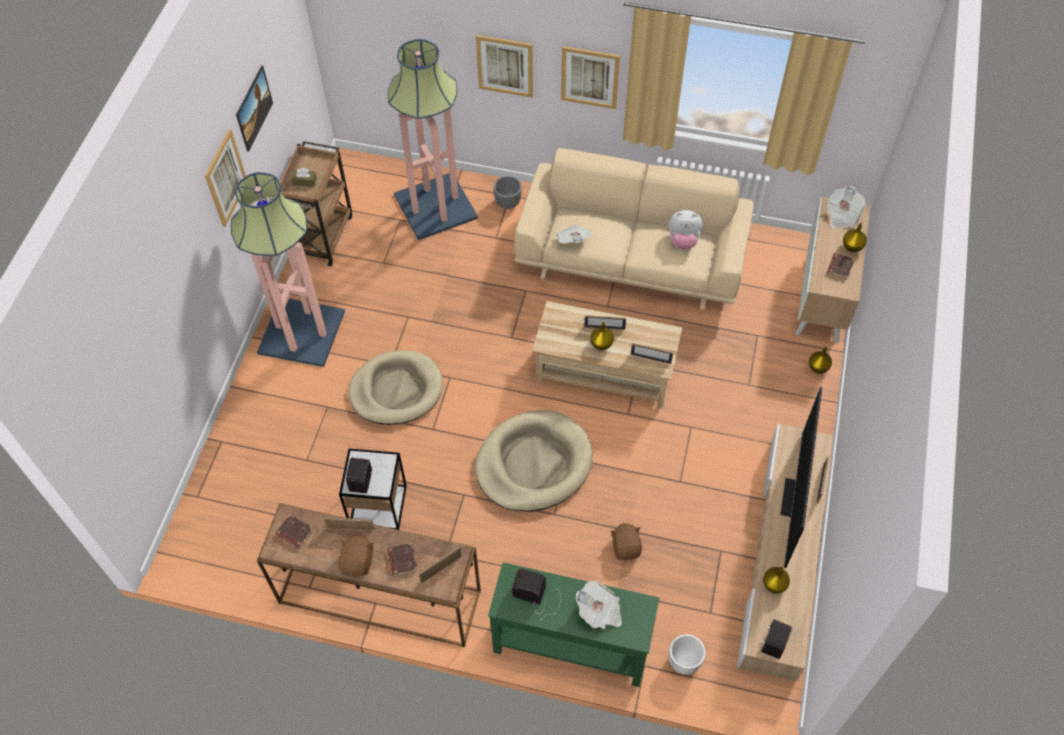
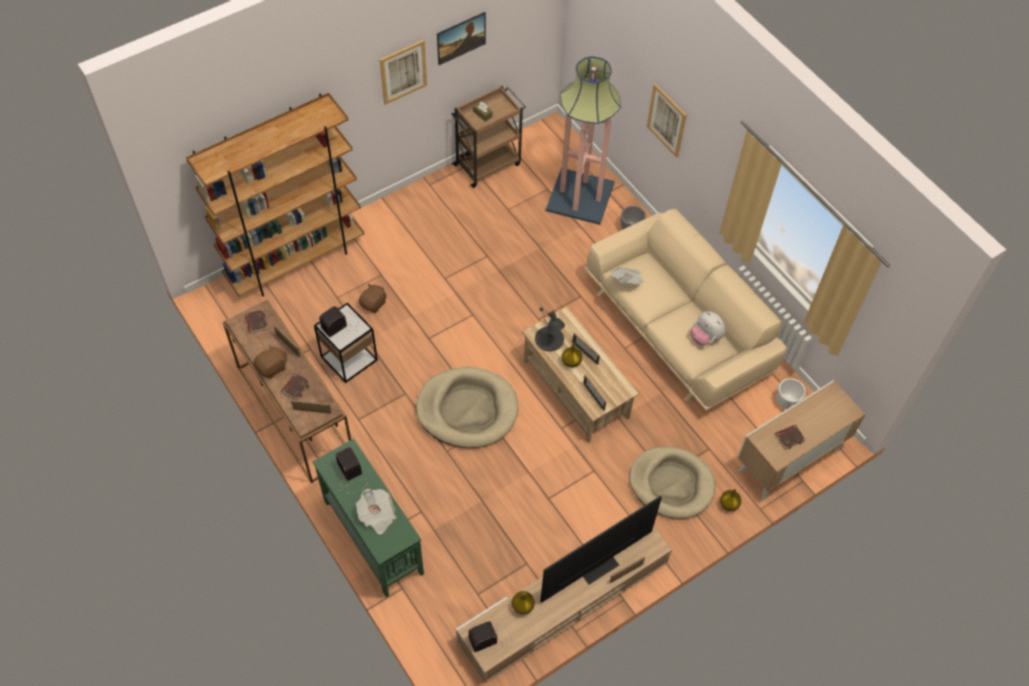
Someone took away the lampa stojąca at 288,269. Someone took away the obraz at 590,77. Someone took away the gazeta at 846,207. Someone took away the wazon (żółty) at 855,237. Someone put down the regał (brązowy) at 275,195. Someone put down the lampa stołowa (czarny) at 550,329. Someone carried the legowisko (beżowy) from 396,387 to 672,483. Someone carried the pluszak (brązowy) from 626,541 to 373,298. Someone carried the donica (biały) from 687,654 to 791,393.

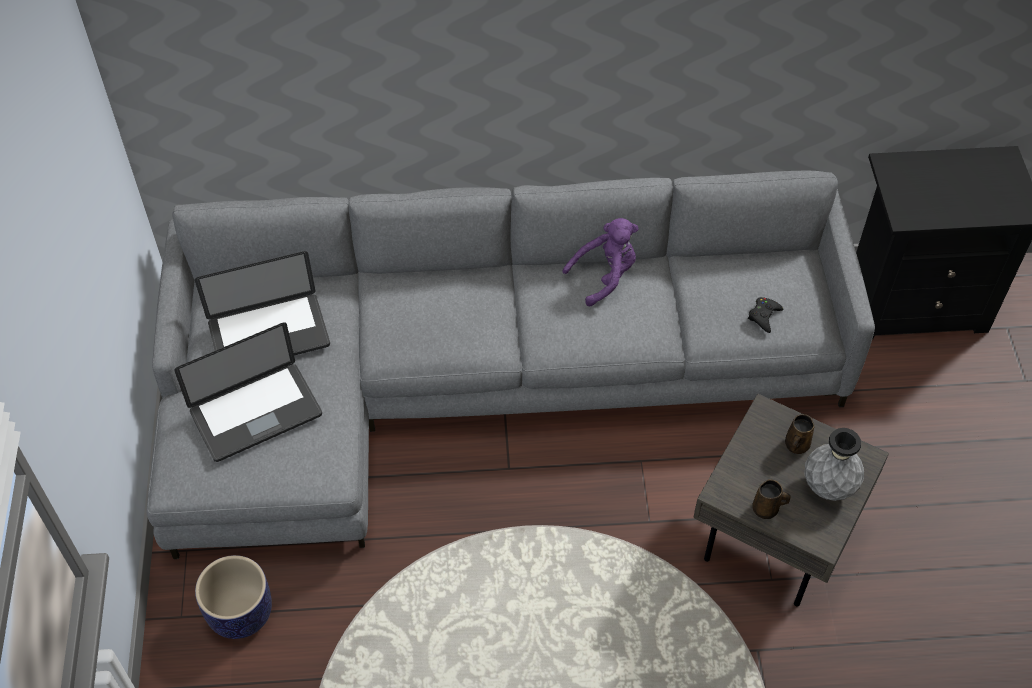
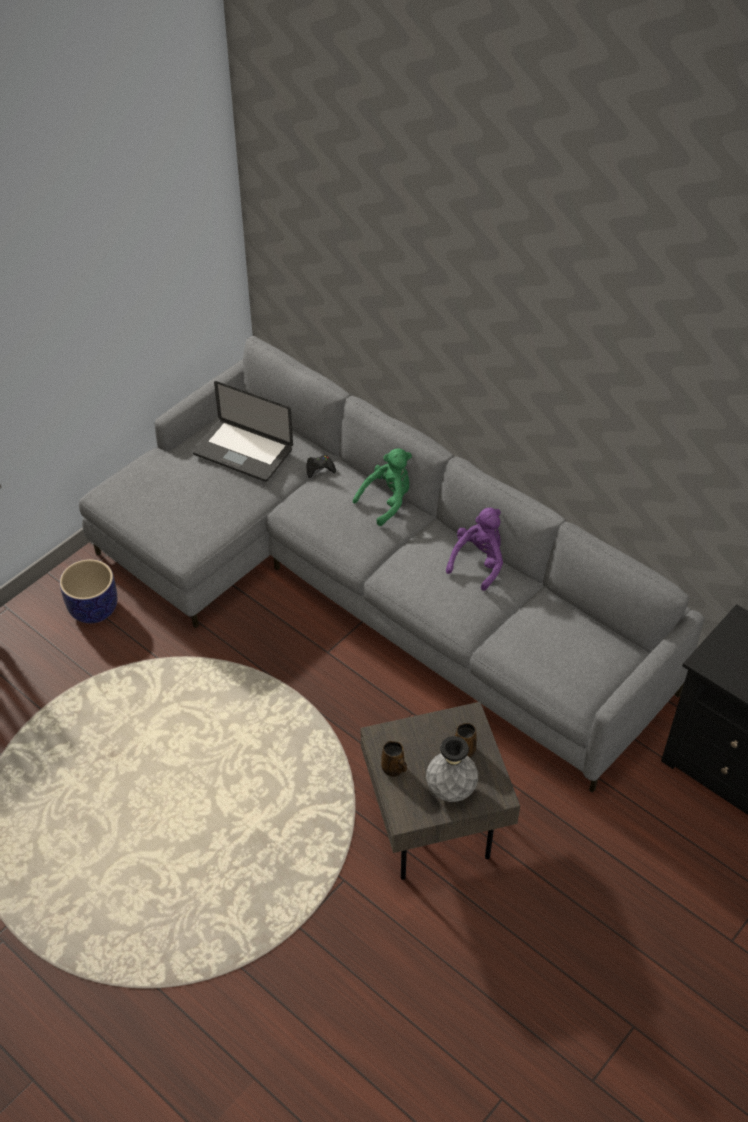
Someone took away the laptop at 248,392. Someone put down the pluszak (zielony) at 382,487. Someone carried the pad do gier (czarny) from 765,315 to 321,466. Someone rotated the pluszak (fioletowy) at 601,262 by 75 degrees counterclockwise.

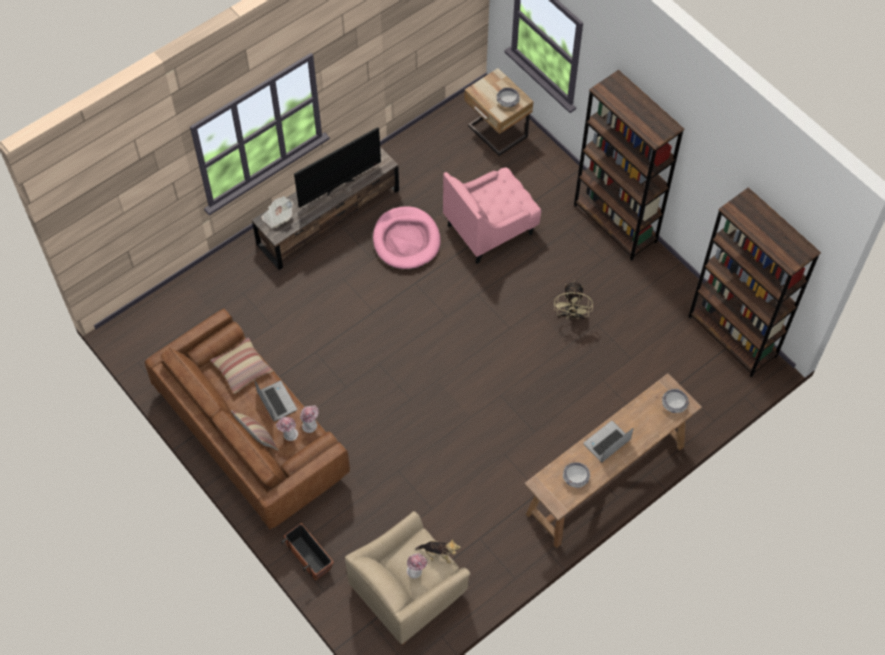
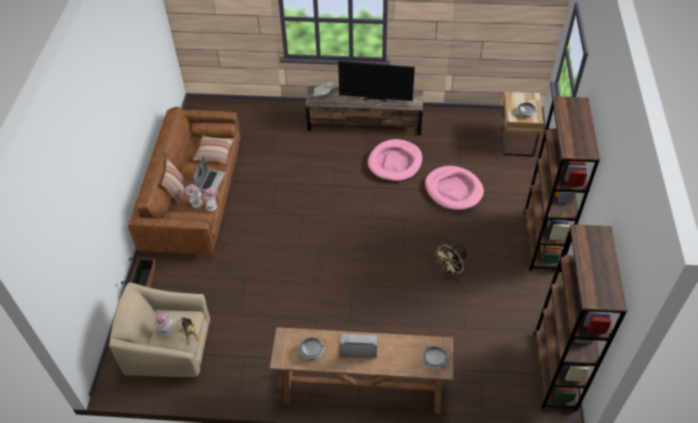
Someone swapped the fotel (różowy) at 492,215 for the legowisko (różowy) at 454,188.

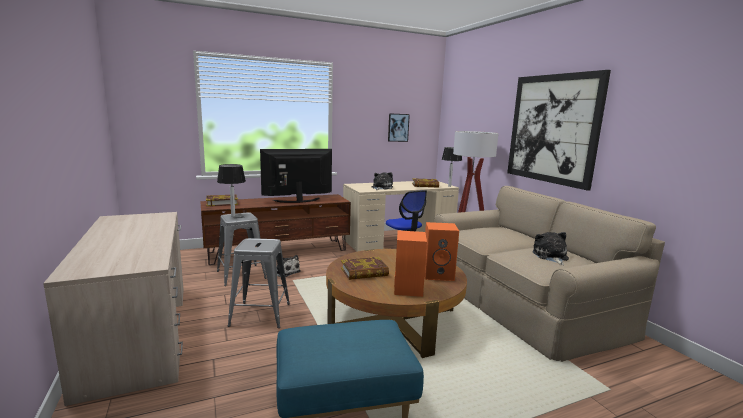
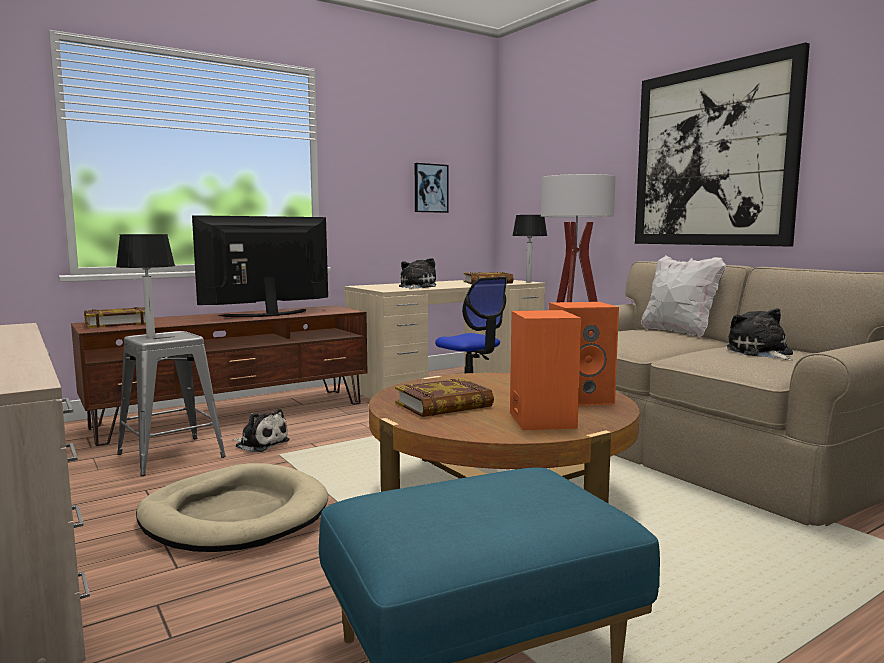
Someone put down the poduszka (biały) at 683,296. Someone swapped the stołek (szary) at 259,283 for the legowisko (beżowy) at 232,507.

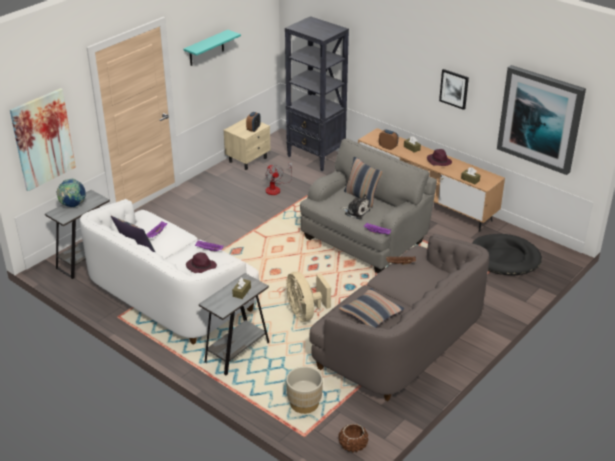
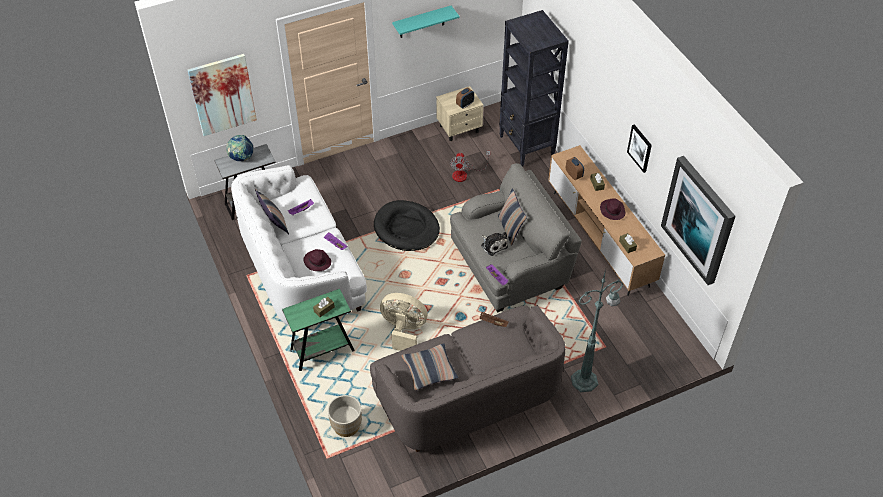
Someone took away the donica (brązowy) at 353,438. Someone put down the lampa stojąca (zielony) at 597,330. Someone carried the legowisko (czarny) from 507,254 to 407,225. Someone repainted the stolik (szary) at 234,324, which became the stolik (zielony) at 318,330. Someone rotated the wentylator (beżowy) at 308,297 by 105 degrees clockwise.

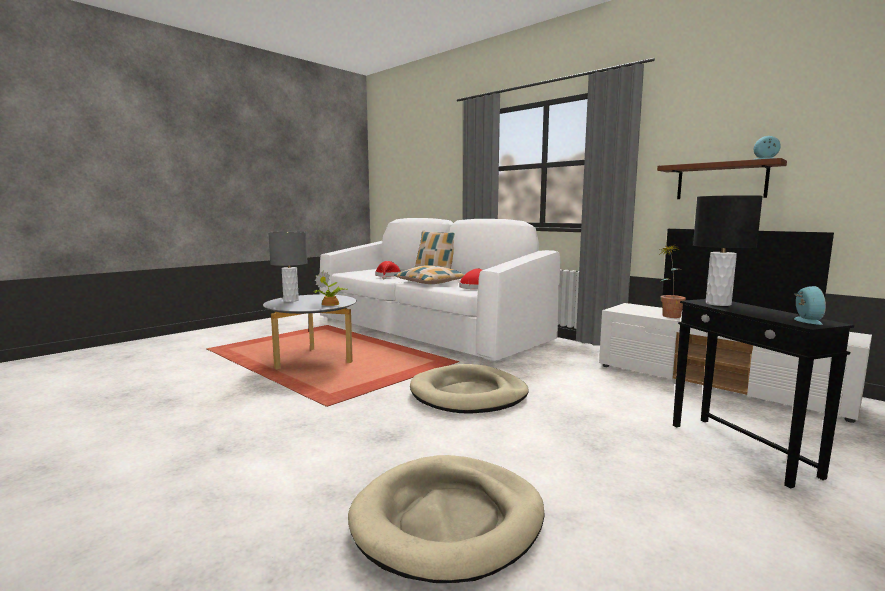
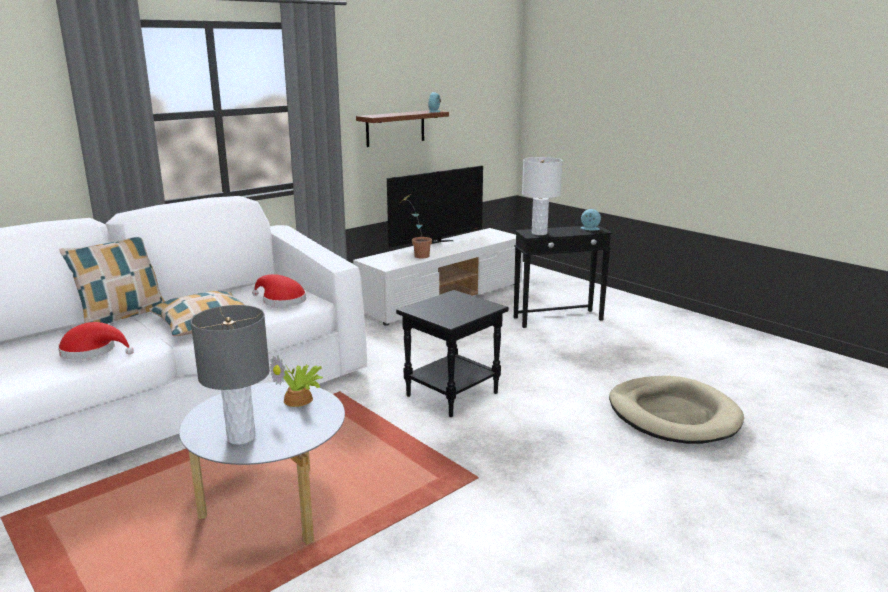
Someone swapped the legowisko (beżowy) at 469,389 for the stolik (czarny) at 452,353. Someone repainted the lampa stołowa (czarny) at 728,250, which became the lampa stołowa (biały) at 542,196.

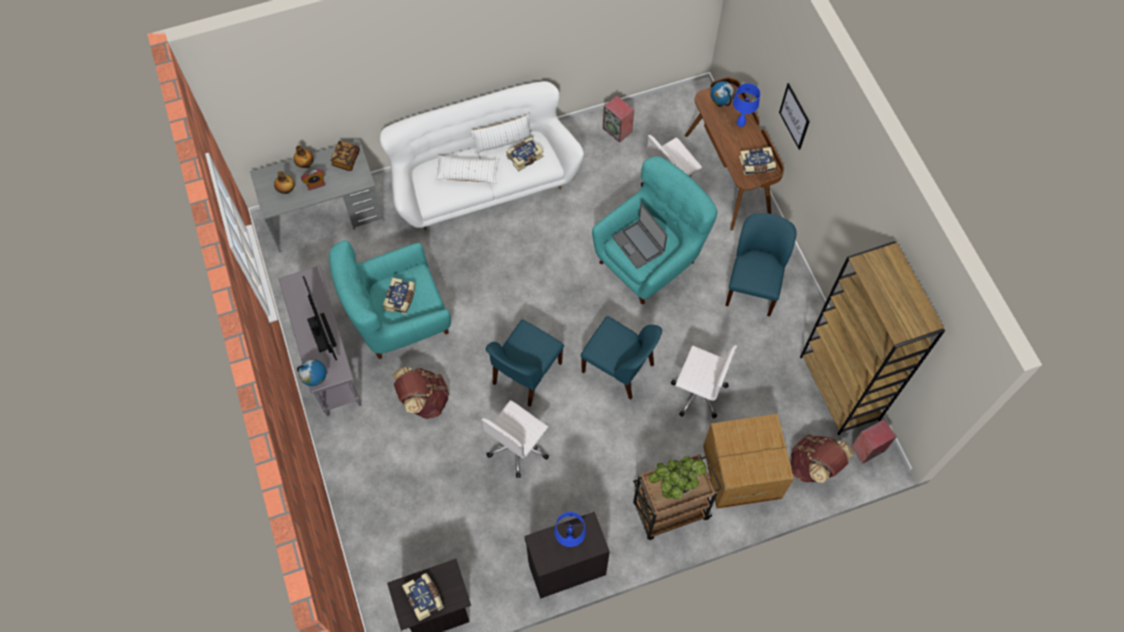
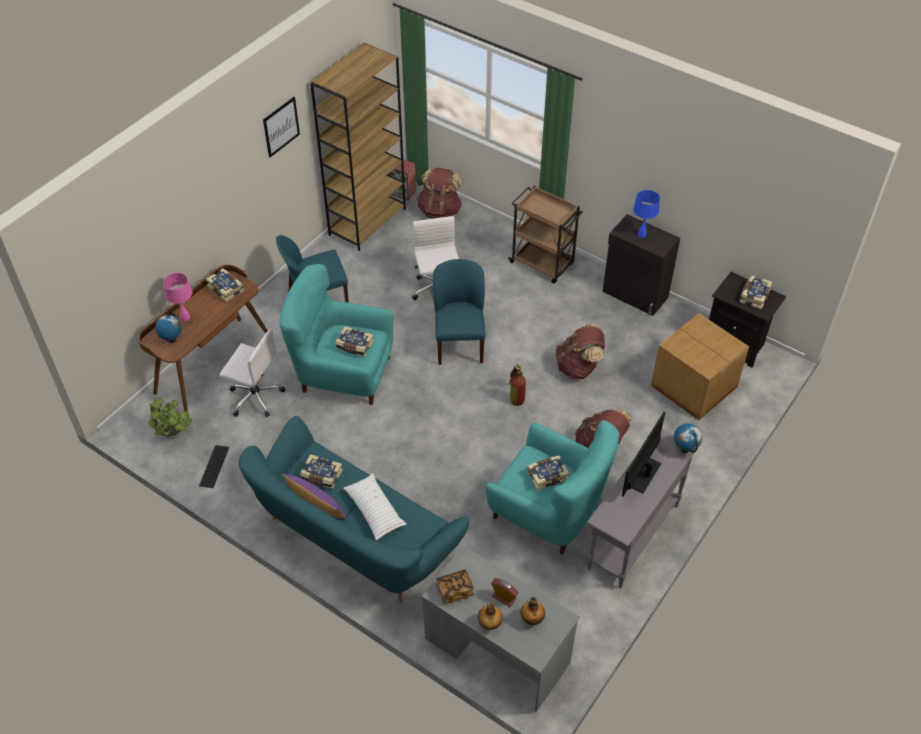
Someone carried the roślina doniczkowa from 677,477 to 170,418. Someone carried the karton from 748,461 to 700,366. Someone carried the obraz from 794,116 to 281,127. Someone swapped the krzesło biurowe (biały) at 515,439 for the plecak (brązowy) at 580,351. Someone swapped the krzesło (niebieski) at 525,363 for the gaśnica at 517,385. Someone swapped the głośnik at 618,119 for the klawiatura at 214,466. Someone swapped the laptop at 639,236 for the książka at 354,341. Someone repainted the kanapa (biały) at 482,156, which became the kanapa (turkusowy) at 354,509. Someone repainted the poduszka (biały) at 501,134, which became the poduszka (fioletowy) at 314,496. Someone repainted the lampa stołowa (niebieski) at 746,105, which became the lampa stołowa (różowy) at 177,297.

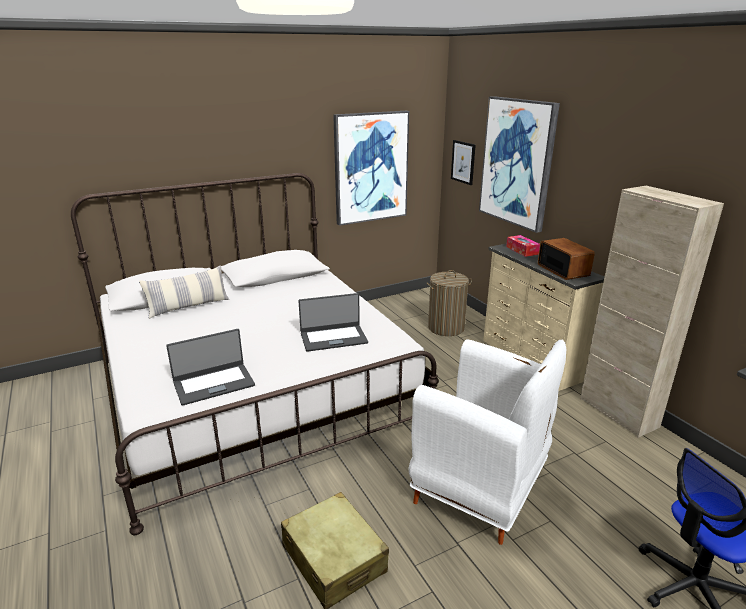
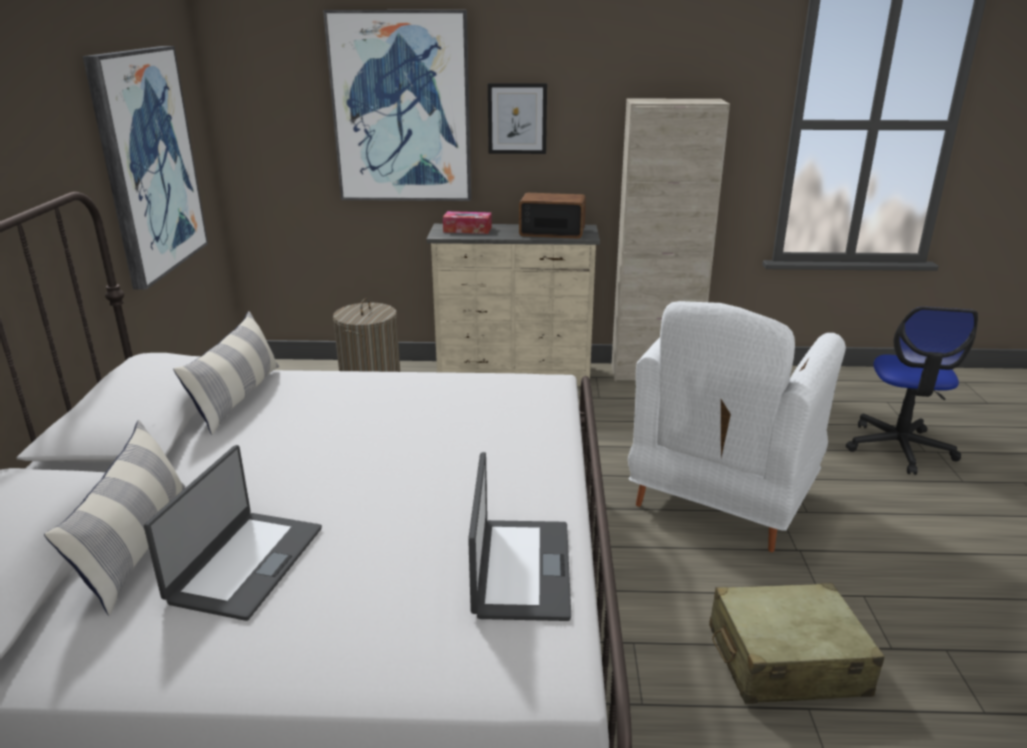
Someone put down the poduszka at 226,373. Someone carried the laptop from 333,322 to 233,533. Someone carried the obraz from 463,162 to 517,118. Someone rotated the fotel (biały) at 487,442 by 150 degrees clockwise.

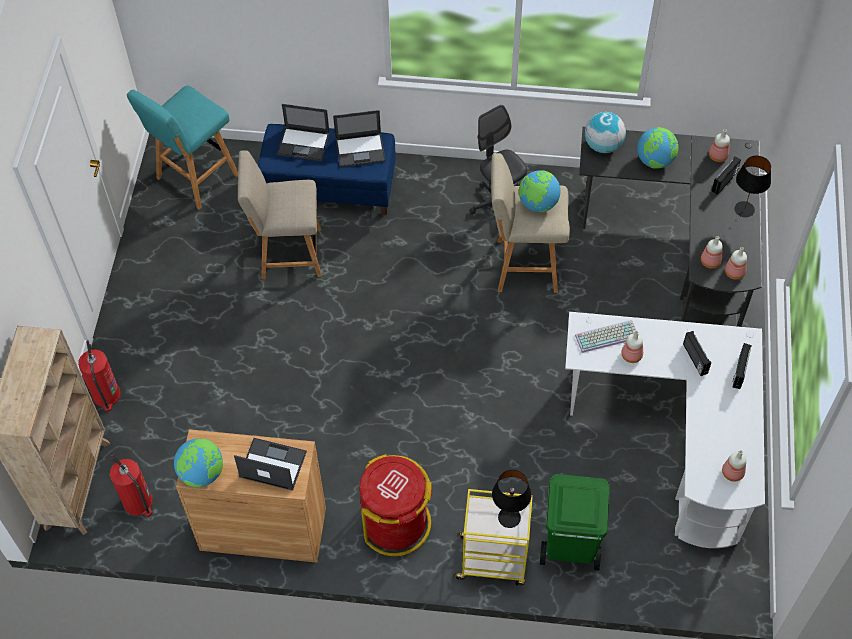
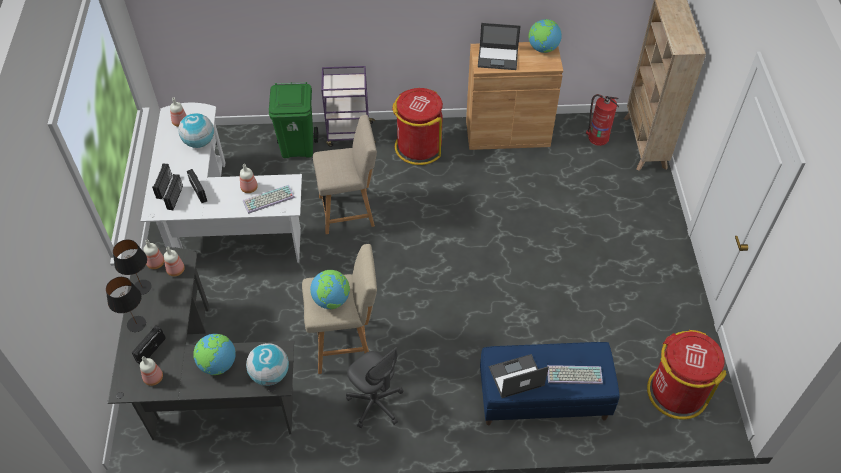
Someone took away the gaśnica at 99,376. Someone put down the radio at 173,192. Someone put down the globus at 196,130. Someone carried the krzesło (beżowy) from 280,215 to 345,174. Someone carried the lampa stołowa (czarny) from 512,499 to 132,267. Someone swapped the stołek (turkusowy) at 182,148 for the kosz na śmieci (czerwony) at 686,375. Someone swapped the laptop at 303,132 for the klawiatura at 575,374. Someone repainted the wózek (żółty) at 493,537, which became the wózek (fioletowy) at 348,106.

